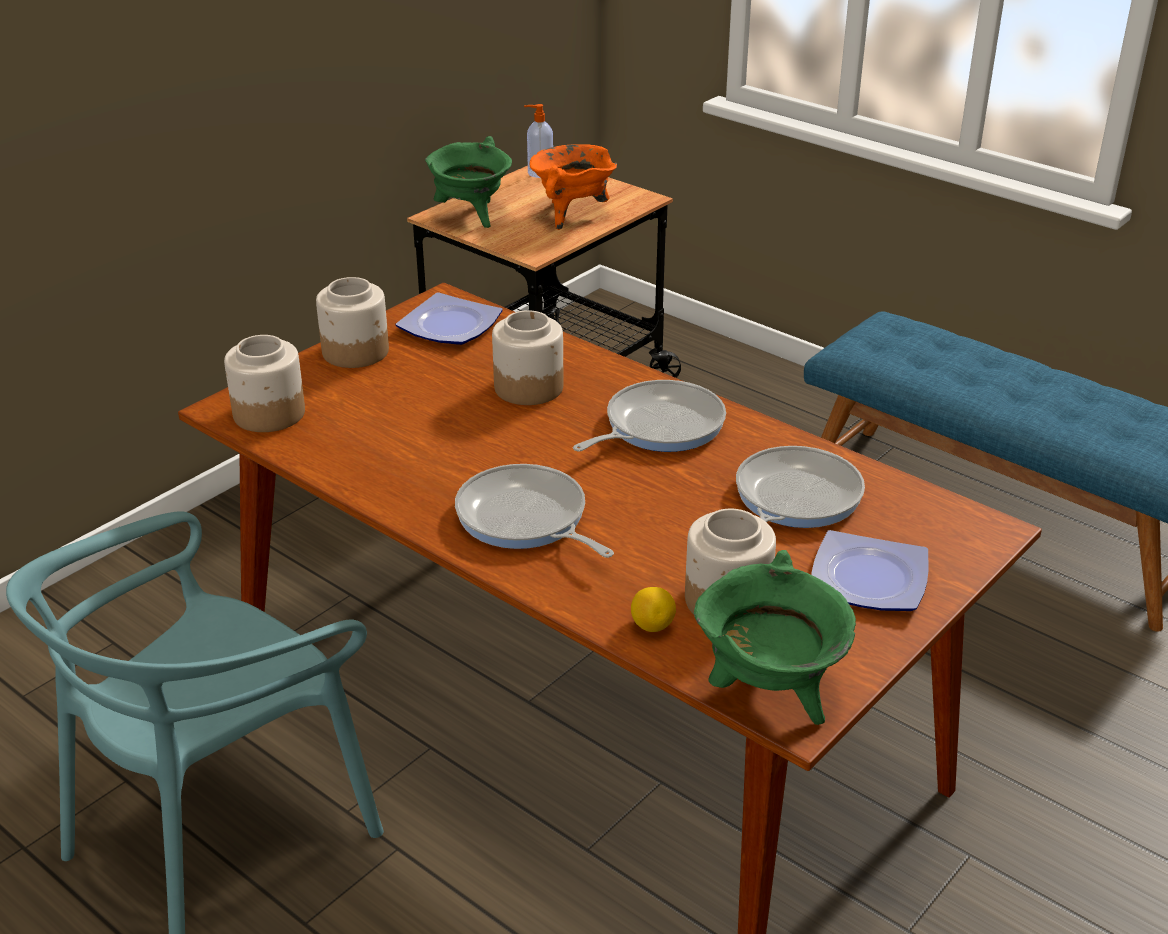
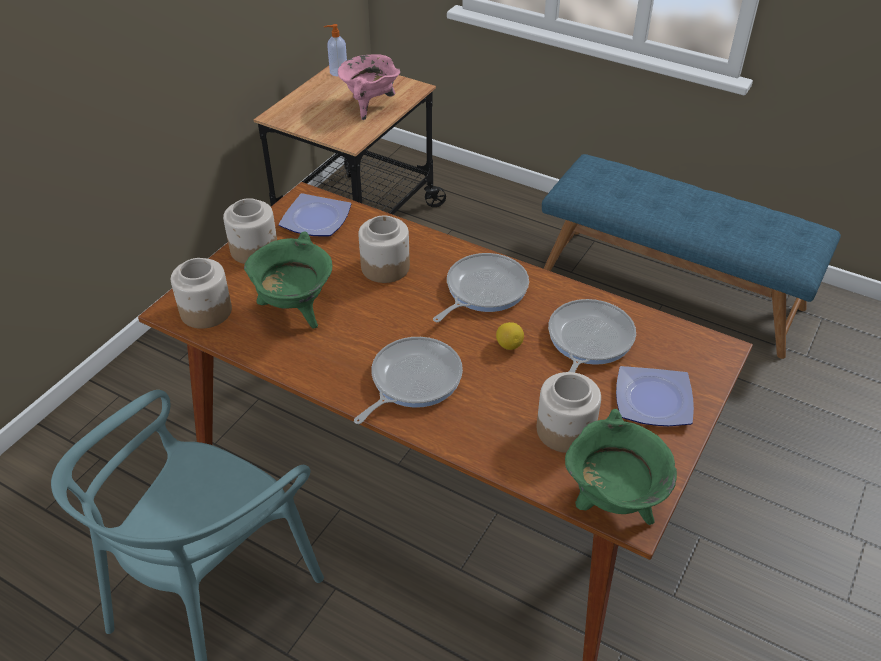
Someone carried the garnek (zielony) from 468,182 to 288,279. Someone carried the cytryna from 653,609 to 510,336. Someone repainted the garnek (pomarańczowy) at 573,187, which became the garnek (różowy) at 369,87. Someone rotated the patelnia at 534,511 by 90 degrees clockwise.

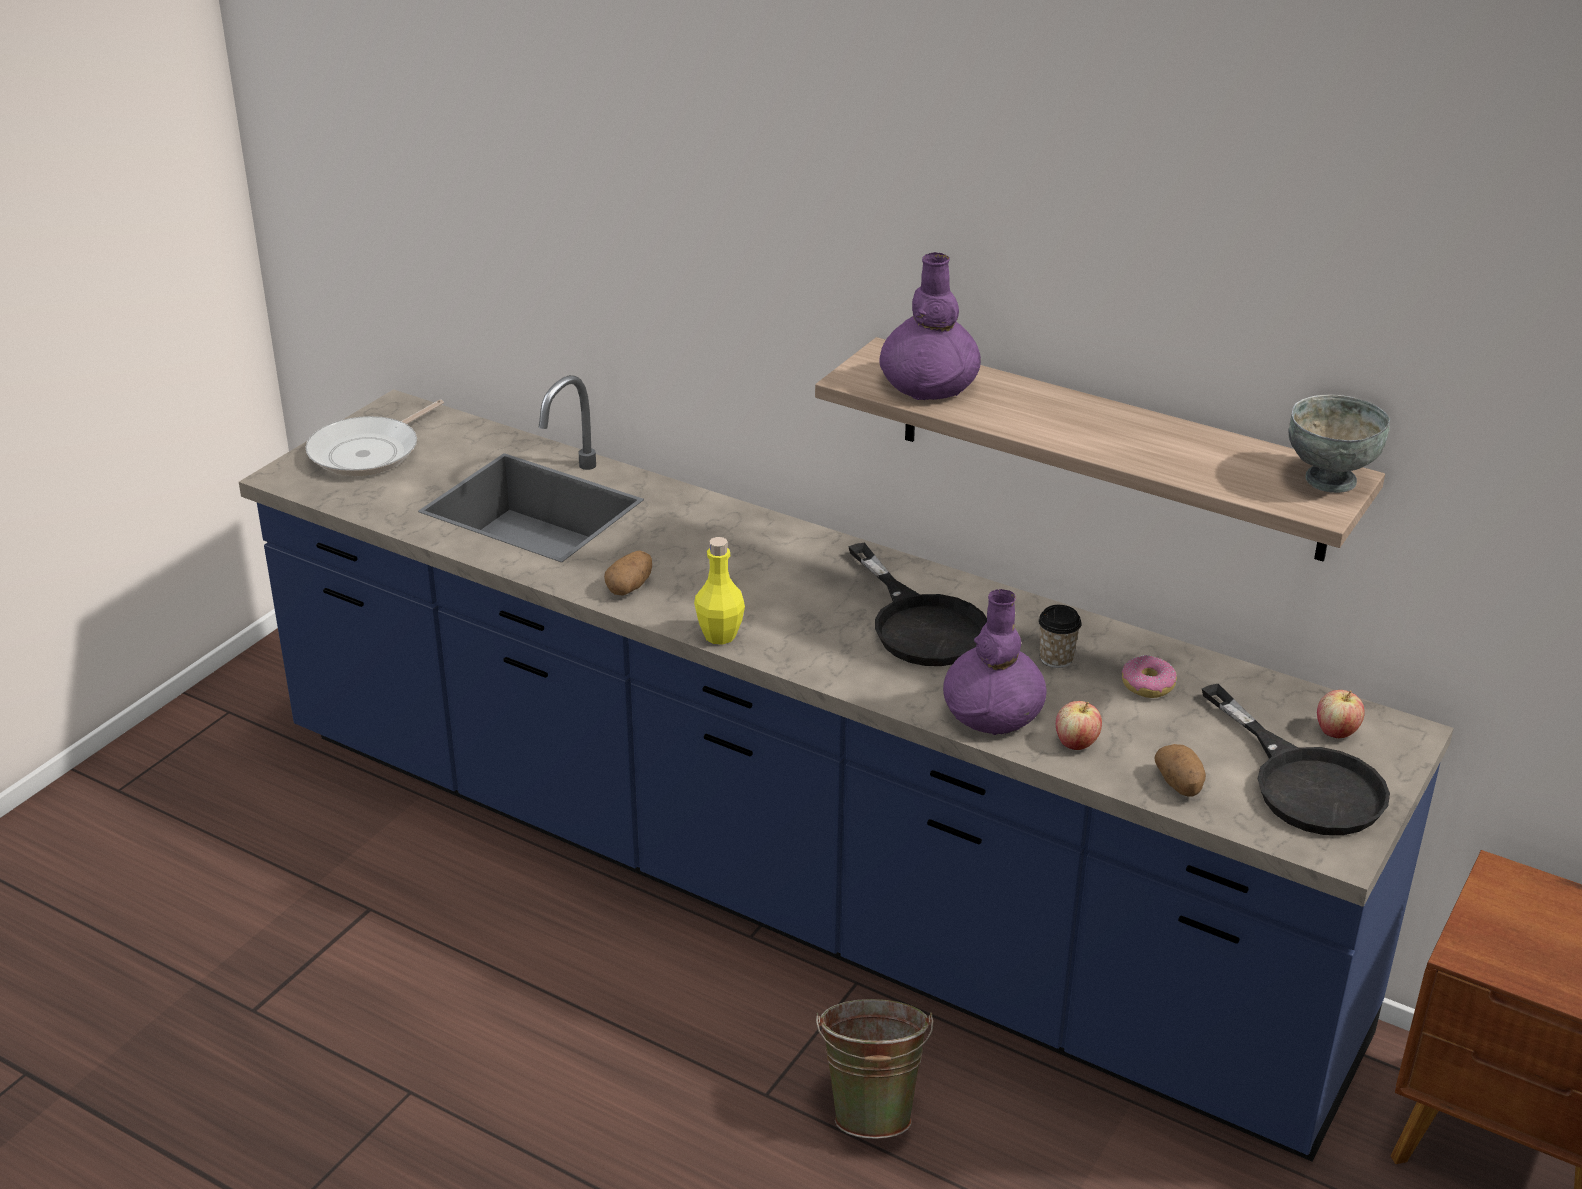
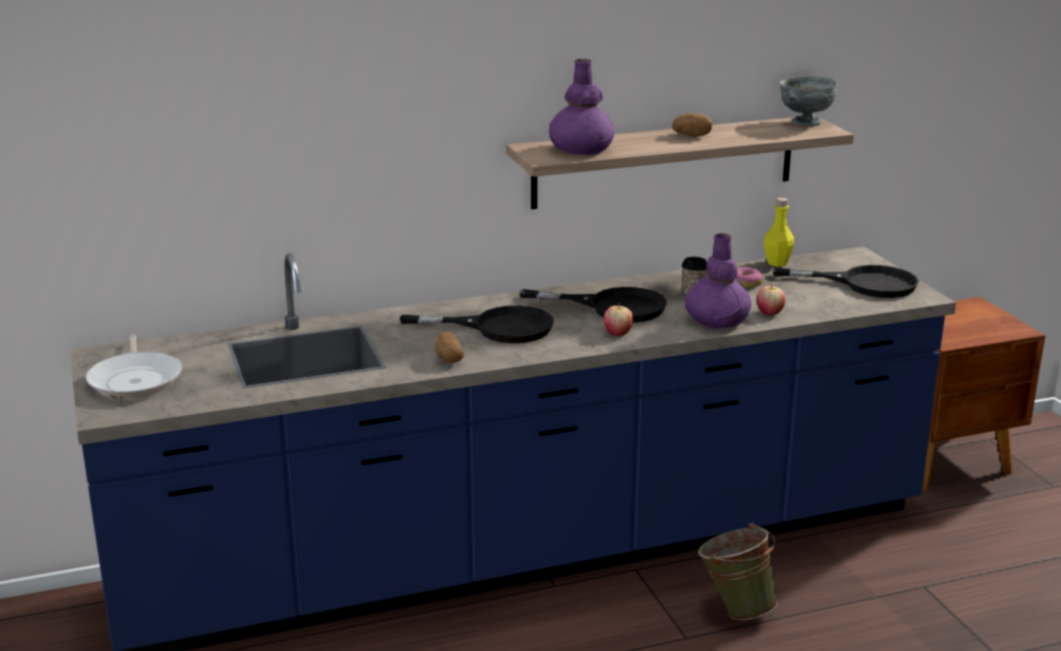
Someone put down the patelnia (czarny) at 477,324. Someone carried the butelka (żółty) from 719,591 to 779,232. Someone carried the ziemniak from 1180,770 to 692,125. Someone carried the jabłko from 1341,714 to 618,319.

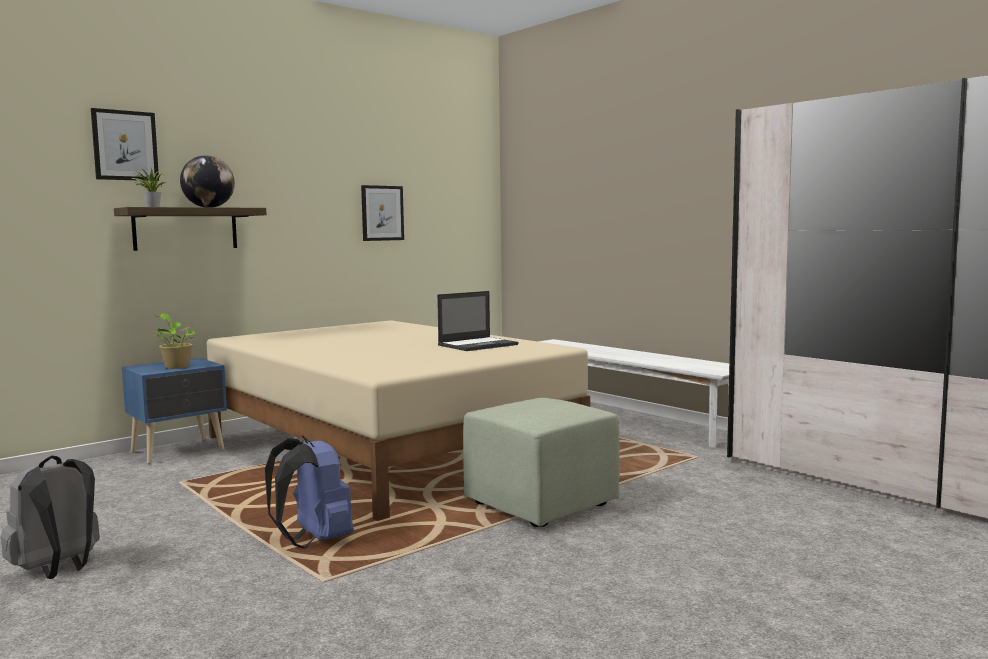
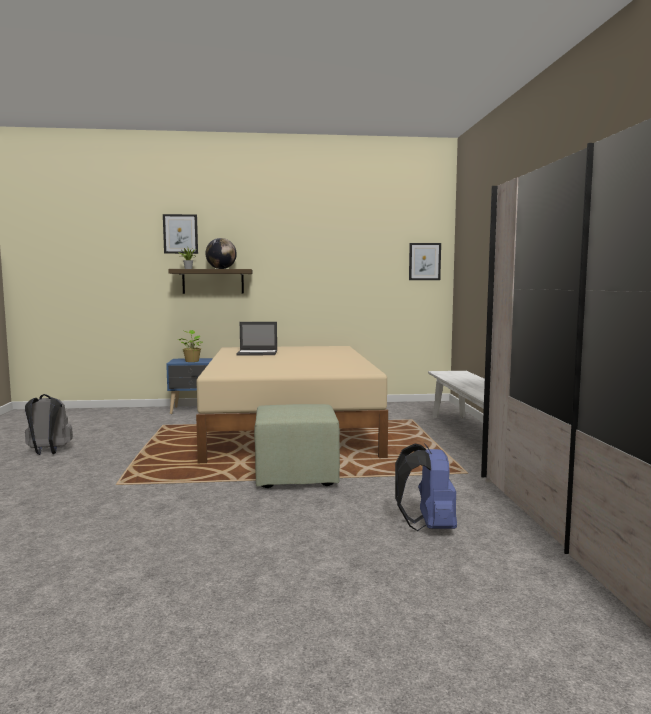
Someone carried the plecak (niebieski) from 309,491 to 426,487. Someone carried the obraz from 382,213 to 425,261. Someone carried the laptop from 477,321 to 256,338.

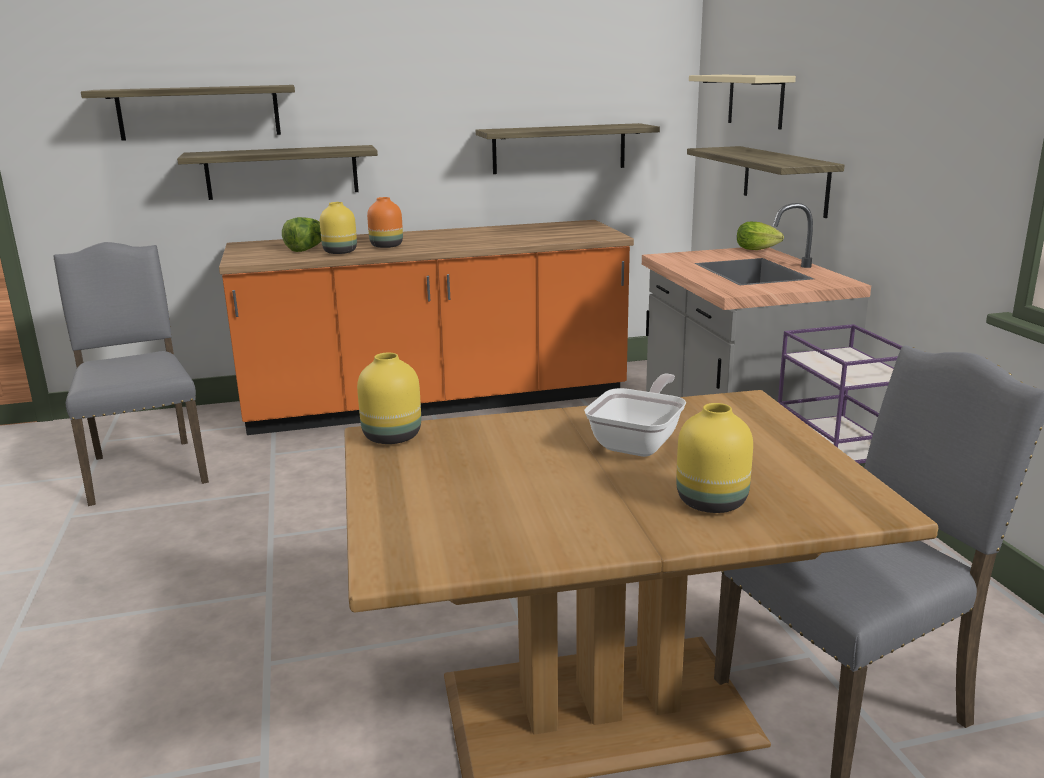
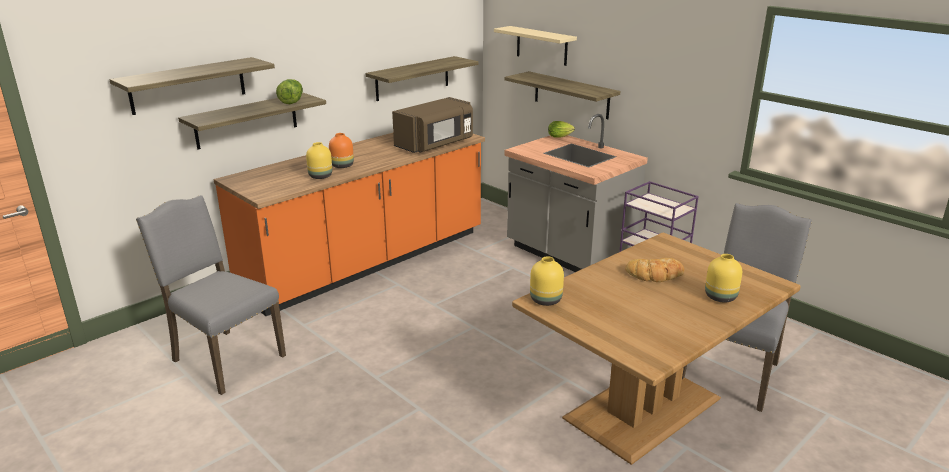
Someone put down the mikrofalówka (brązowy) at 432,125. Someone carried the sałata from 301,234 to 289,91. Someone swapped the patelnia at 635,415 for the chleb at 654,270.

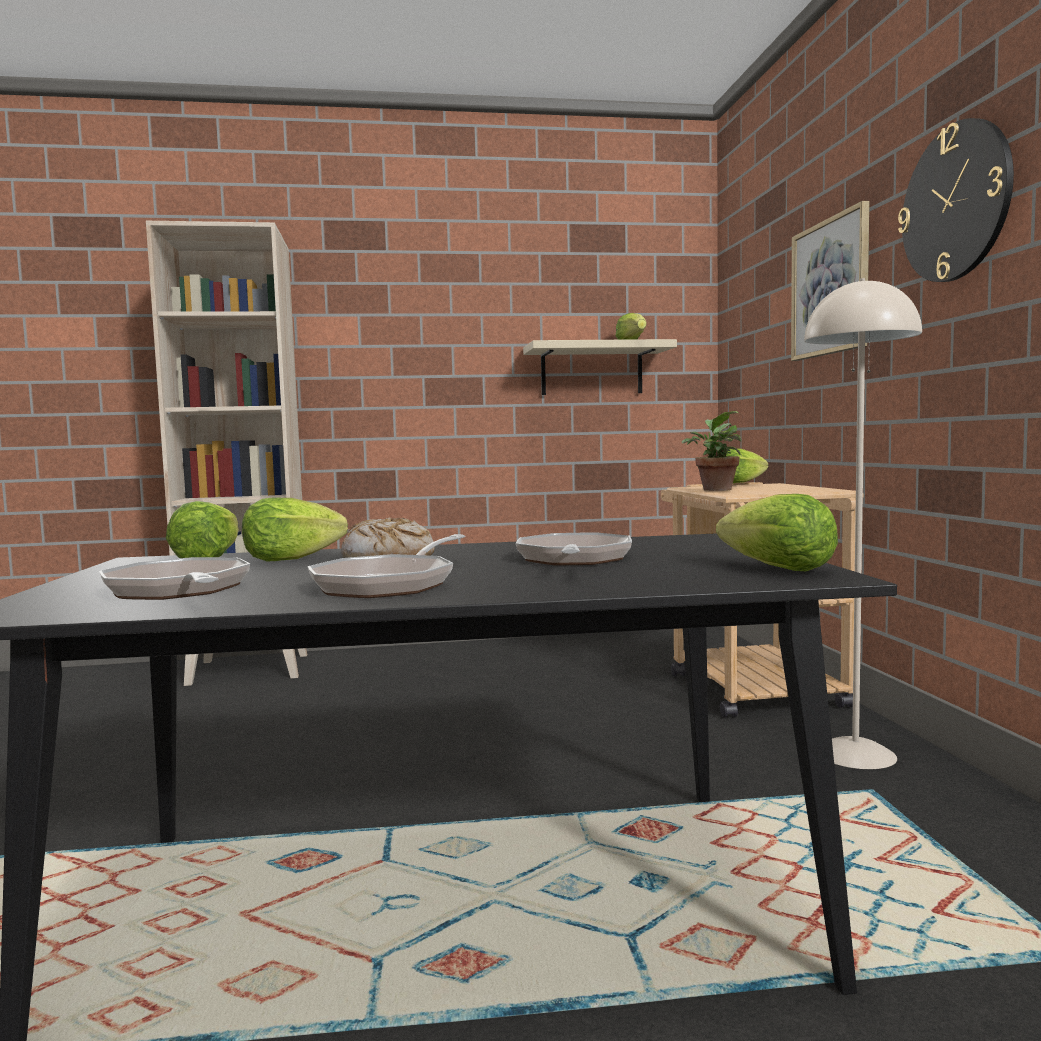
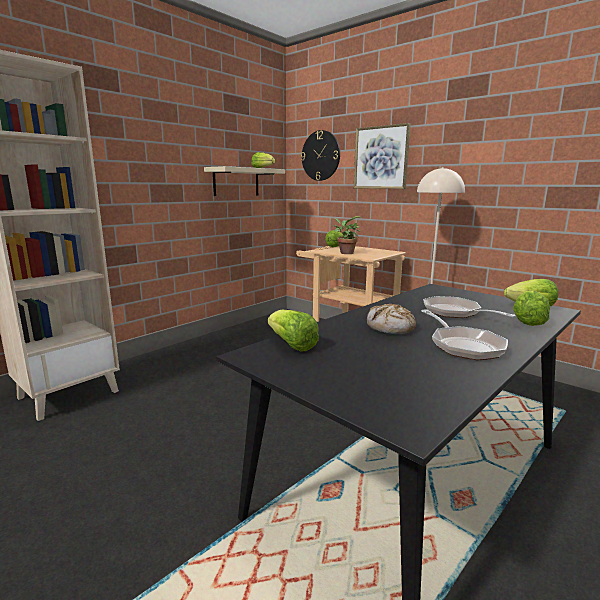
Someone took away the patelnia at 174,578. Someone carried the sałata from 295,530 to 531,308. Someone carried the zegar ścienny from 956,200 to 320,155.

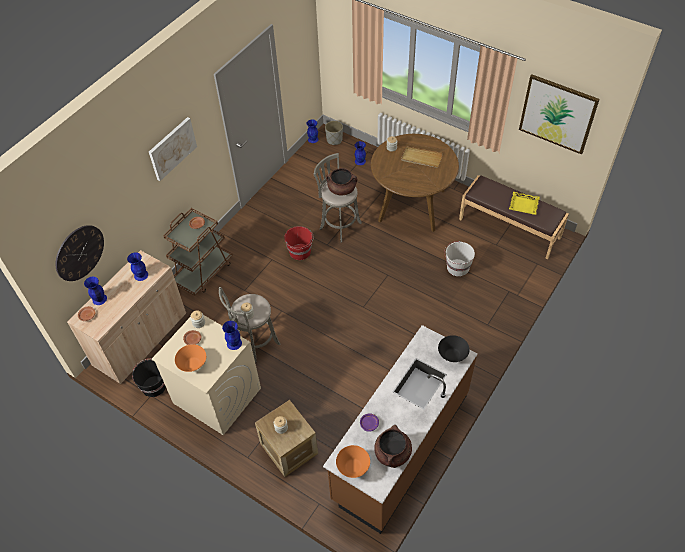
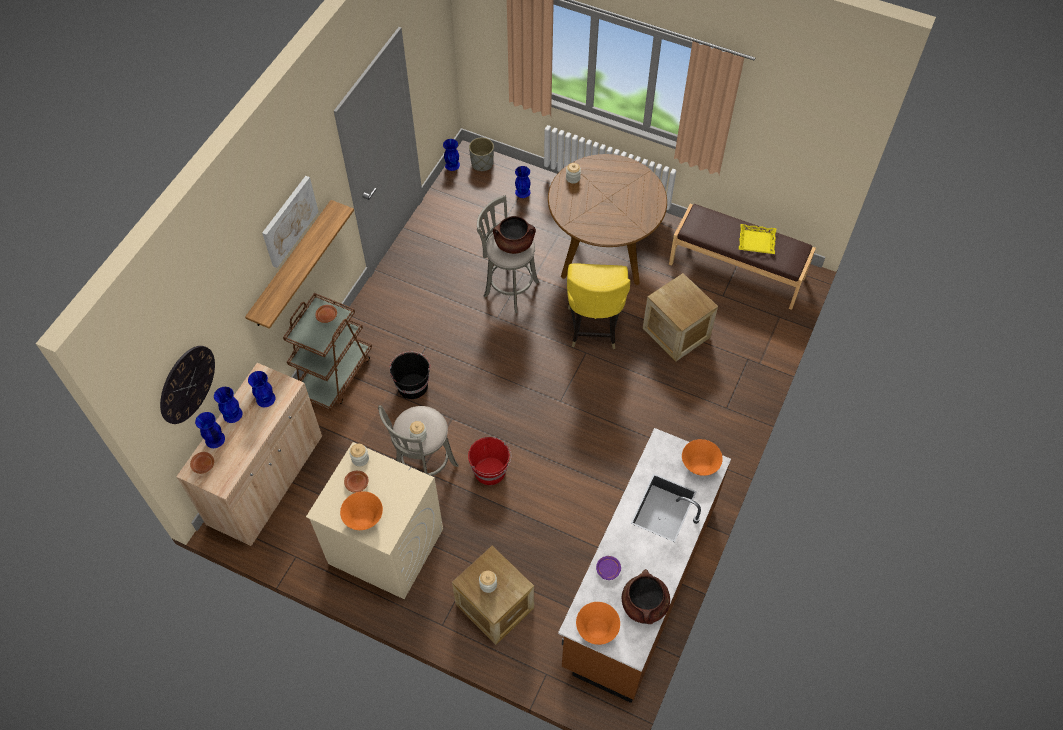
Someone took away the taca (beżowy) at 422,157. Someone took away the obraz at 559,114. Someone put up the półka at 299,264. Someone put down the krzesło (żółty) at 598,306. Someone carried the wiadro (czarny) from 149,378 to 410,375. Someone carried the wazon (niebieski) from 232,335 to 228,405. Someone carried the wiadro (czerwony) from 299,243 to 489,461. Someone swapped the wiadro (biały) at 459,258 for the skrzynka at 680,317. Someone repainted the miska (czarny) at 454,348, which became the miska (pomarańczowy) at 702,457.

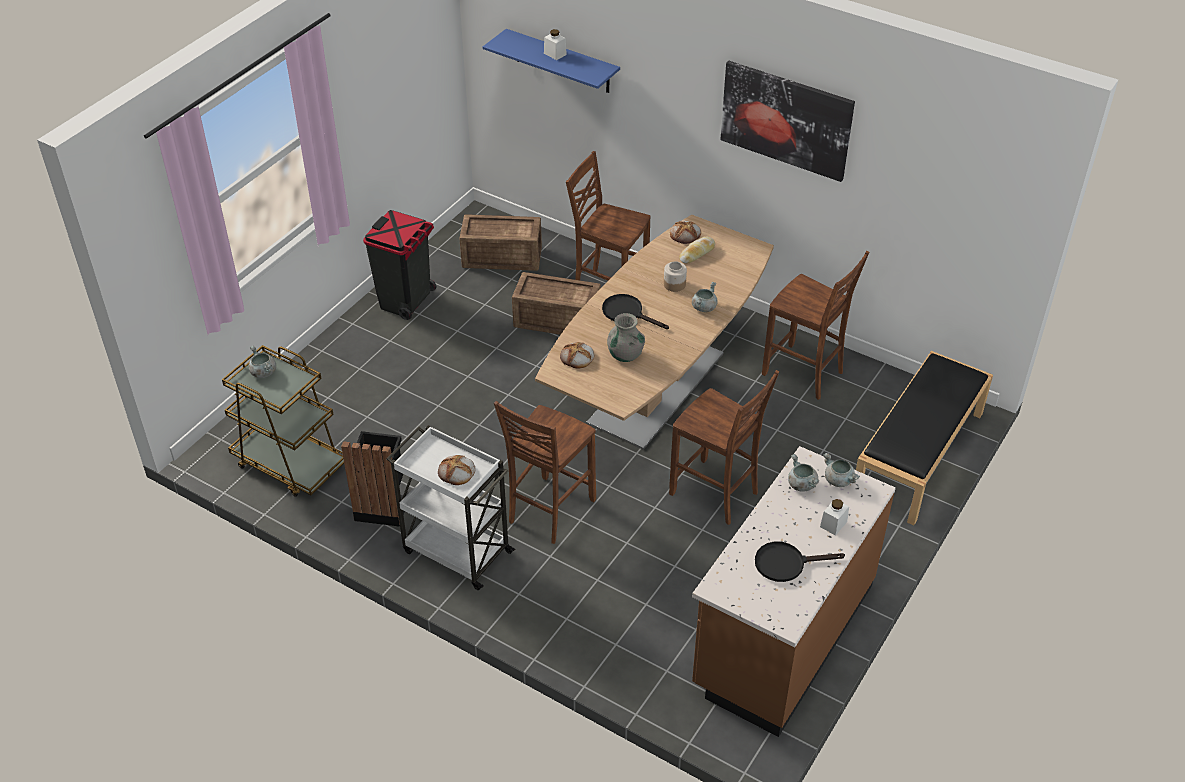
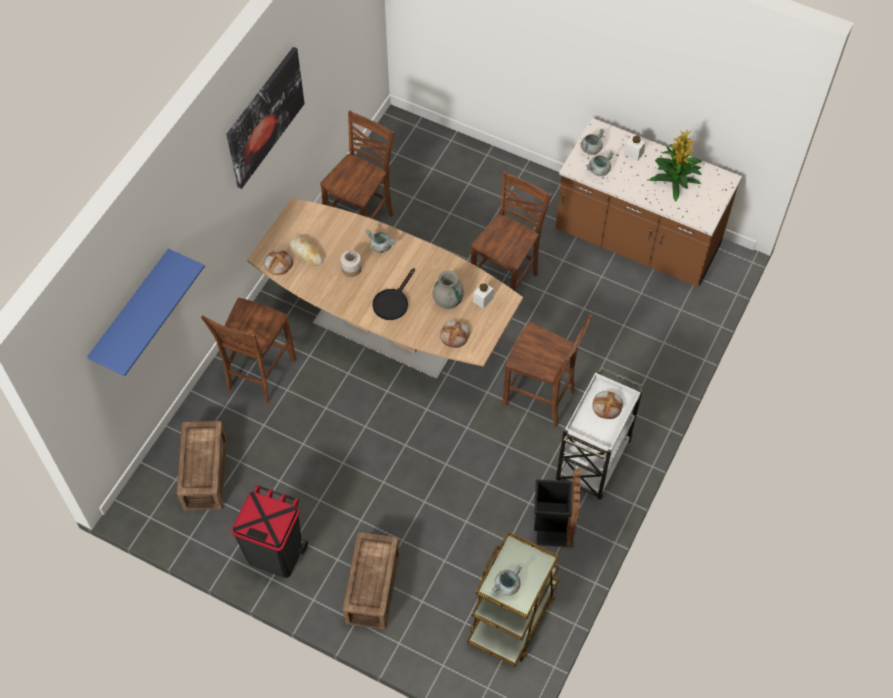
Someone took away the ławka (czarny) at 924,438. Someone carried the skrzynka from 556,303 to 371,581. Someone carried the słoik (biały) from 555,44 to 483,295. Someone swapped the patelnia (czarny) at 800,561 for the roślina doniczkowa at 675,166.

